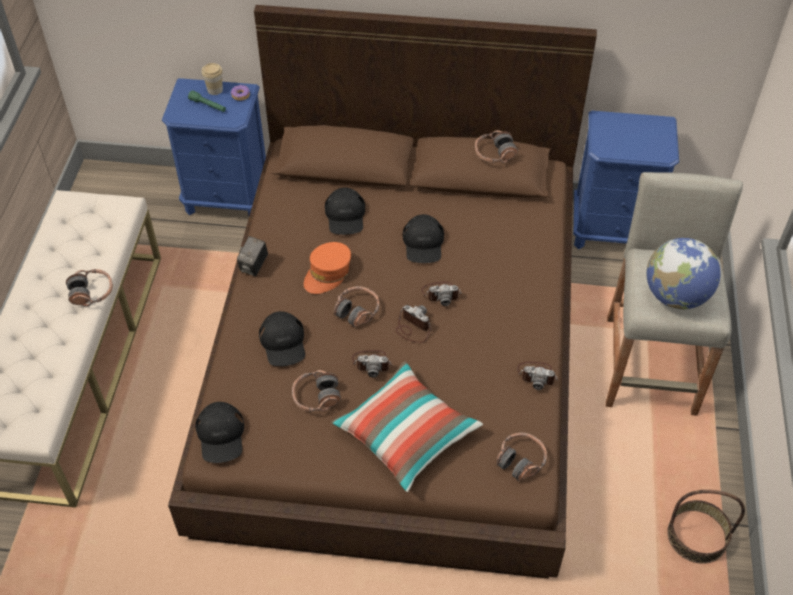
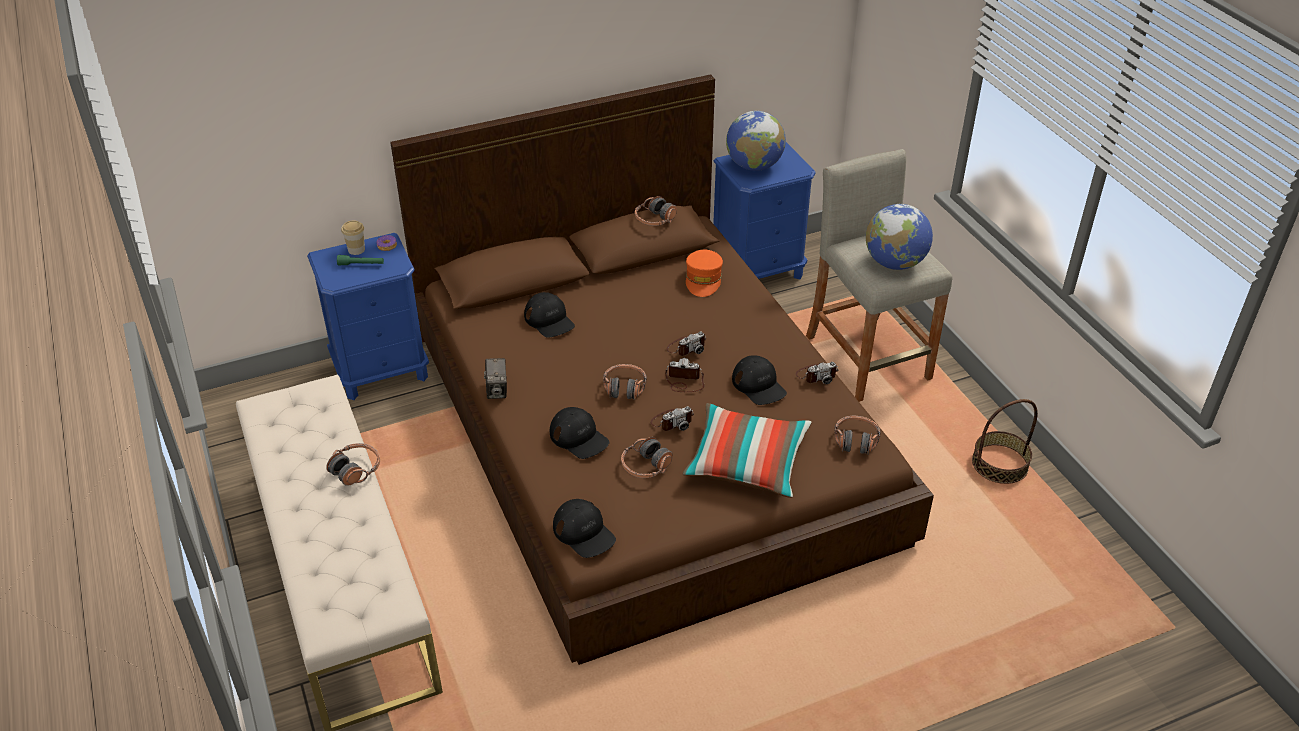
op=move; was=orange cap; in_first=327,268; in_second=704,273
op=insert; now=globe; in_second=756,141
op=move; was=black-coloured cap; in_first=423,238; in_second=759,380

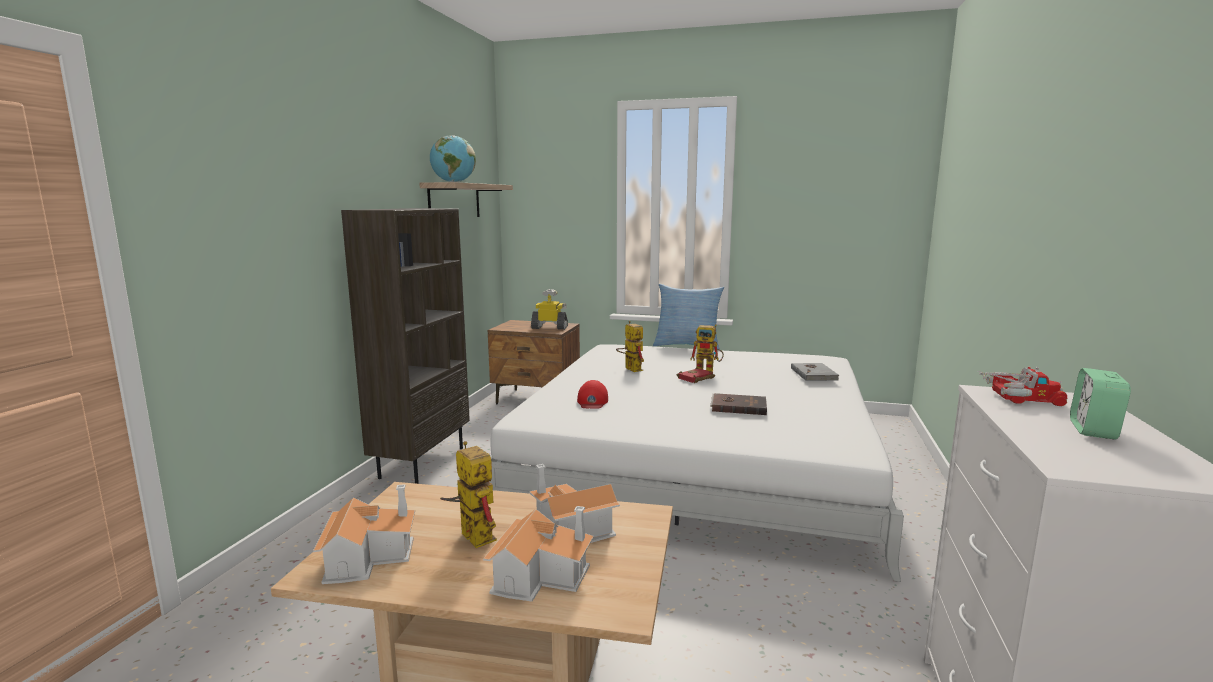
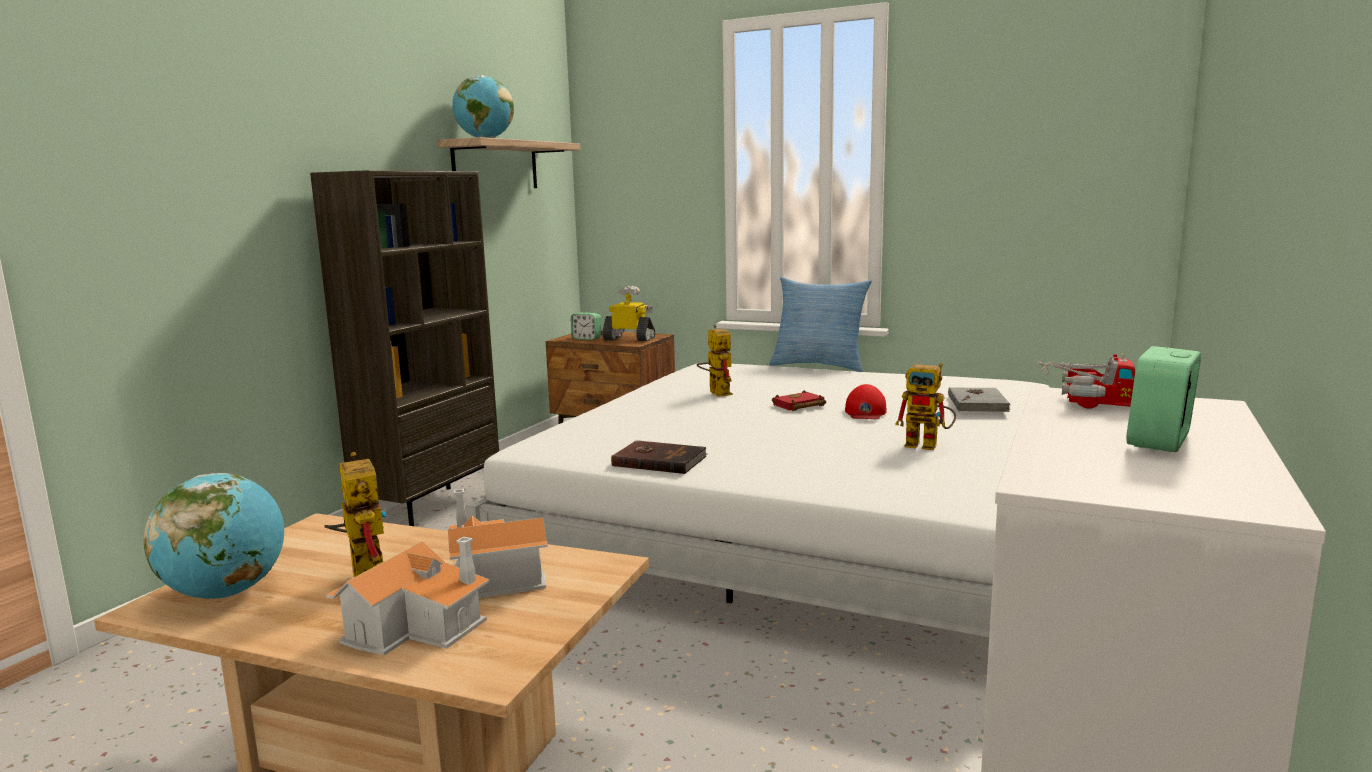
op=replace; was=miniature house; now=globe; in_first=364,534; in_second=214,536
op=insert; now=table clock; in_second=586,326
op=move; was=brownish bound book; in_first=738,404; in_second=659,457
op=move; was=red-coloured cap; in_first=592,394; in_second=866,401
op=move; was=toy robot; in_first=707,348; in_second=925,406

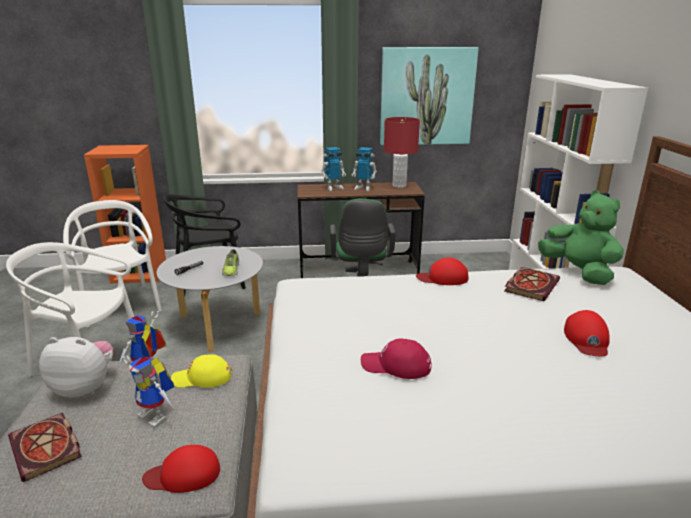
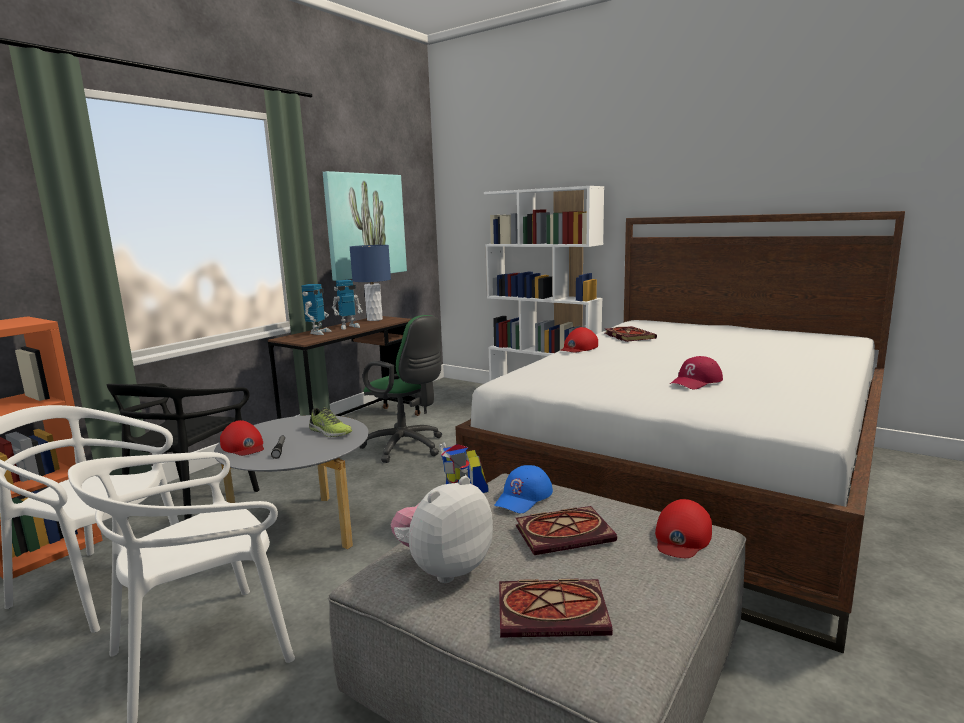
op=move; was=red-coloured cap; in_first=587,333; in_second=242,438
op=recolor; was=red-coloured tabletop lamp; now=blue tabletop lamp; in_first=402,152; in_second=370,283
op=recolor; was=yellow-coloured cap; now=blue cap; in_first=201,371; in_second=523,489
op=replace; was=toy robot; now=bound book; in_first=148,392; in_second=566,530
op=delete; was=green-coloured plush toy; in_first=580,237

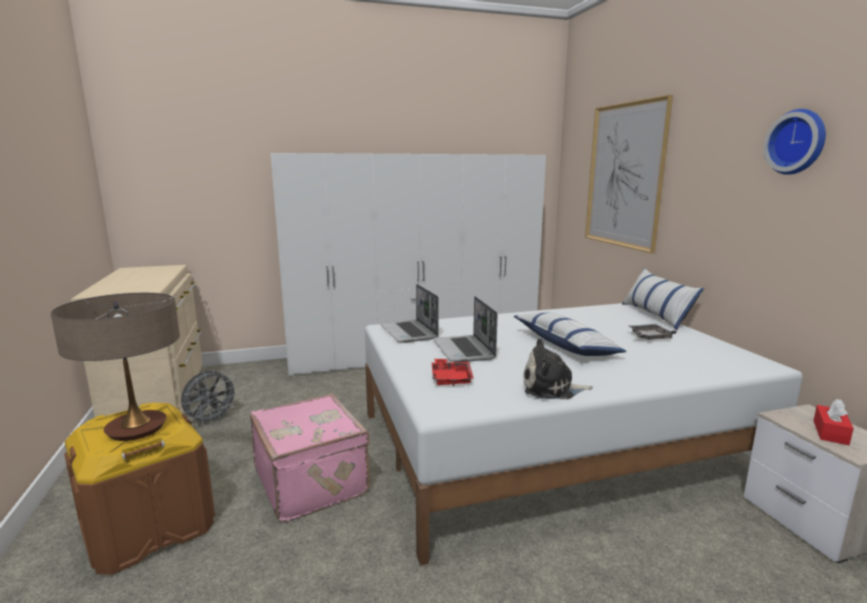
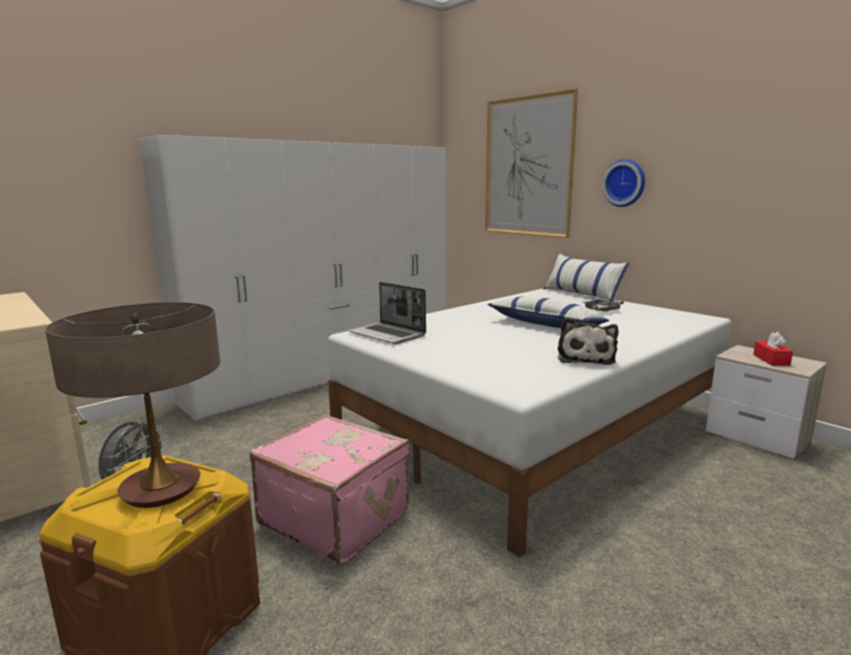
op=rotate; was=plush toy; in_first=558,368; in_second=588,341; clockwise=-60
op=move; was=clock on the wall; in_first=794,142; in_second=623,183
op=delete; was=red-coloured serving tray; in_first=453,372
op=delete; was=portable computer; in_first=465,329

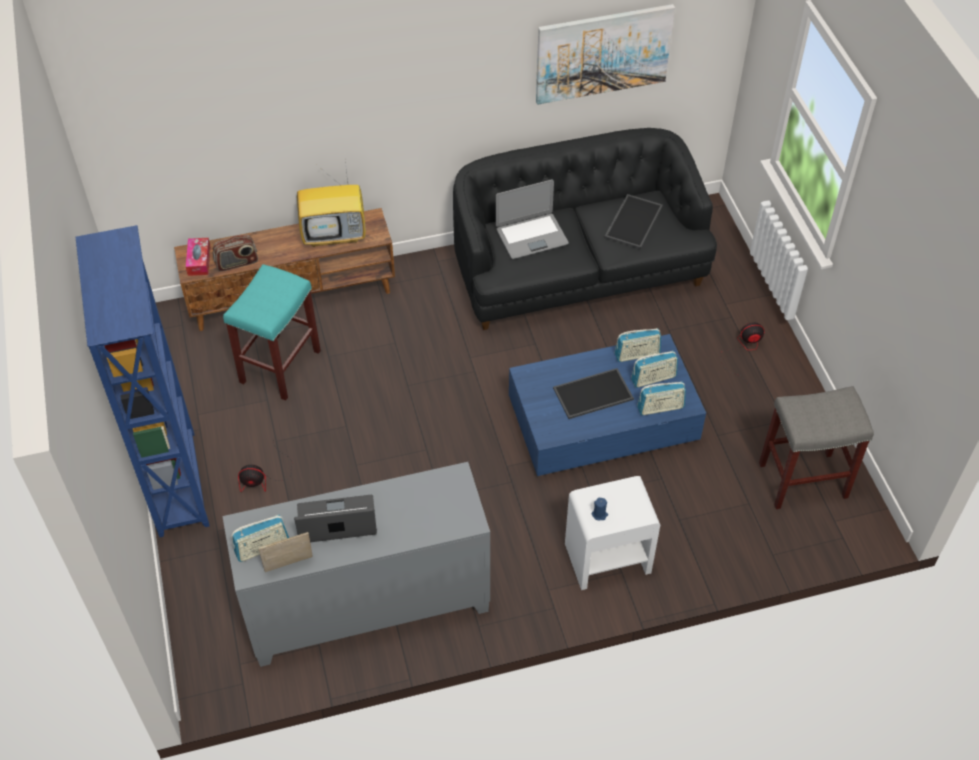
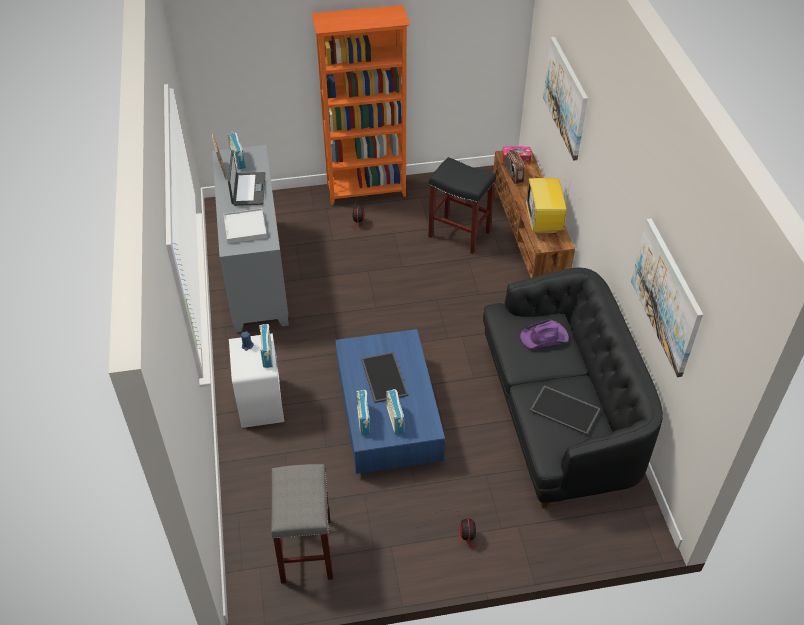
op=insert; now=whitish serving tray; in_second=245,226
op=move; was=radio set; in_first=638,345; in_second=266,346
op=recolor; was=blue bookshelf; now=orange bookshelf; in_first=142,381; in_second=361,105
op=recolor; was=turquoise sitting stool; now=black-coloured sitting stool; in_first=272,332; in_second=462,205
op=replace; was=portable computer; now=purple wearable hat; in_first=532,219; in_second=544,334
op=insert; now=picture; in_second=565,99

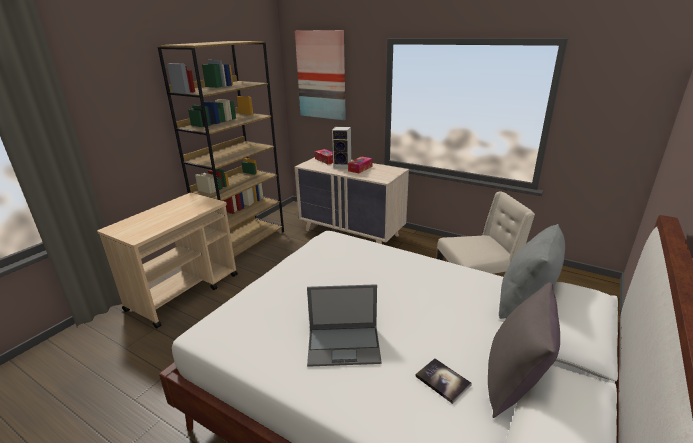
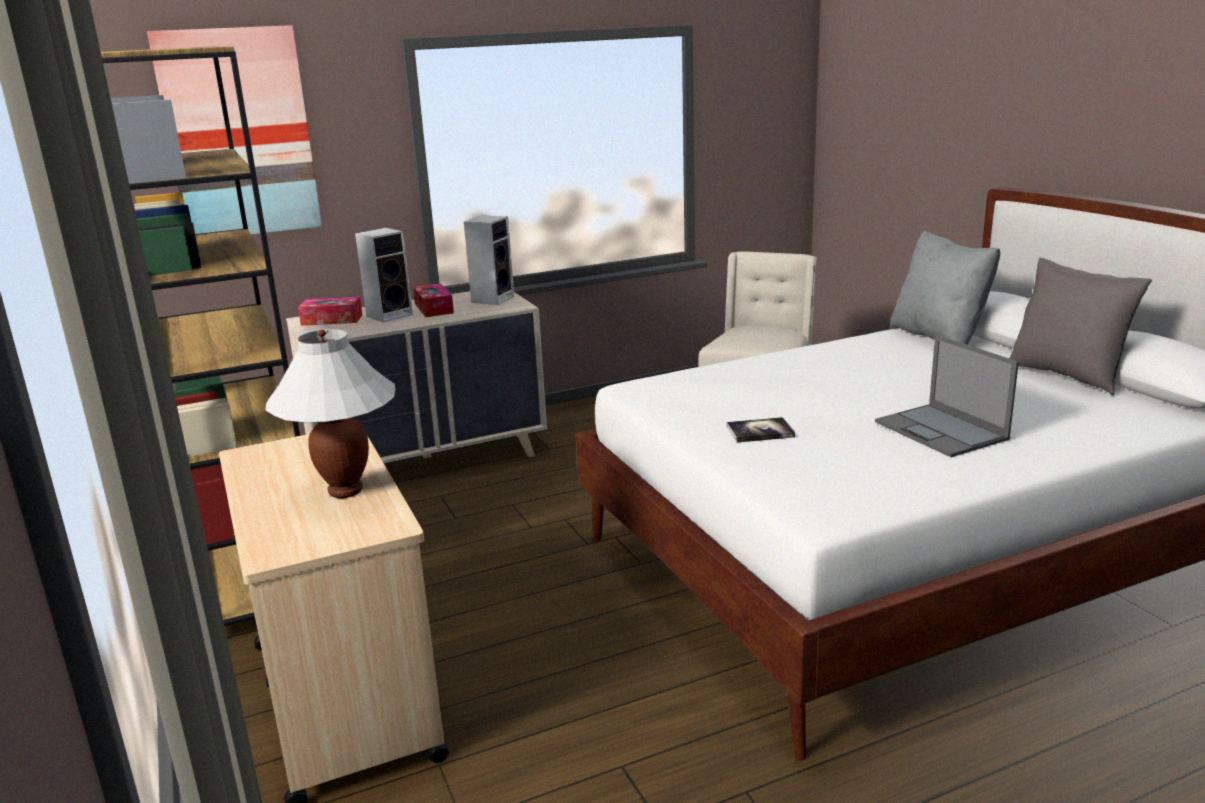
op=insert; now=whitish tabletop lamp; in_second=330,413
op=insert; now=speaker; in_second=489,260
op=move; was=bound book; in_first=443,381; in_second=761,430
op=rotate; was=portable computer; in_first=344,325; in_second=947,396; clockwise=120

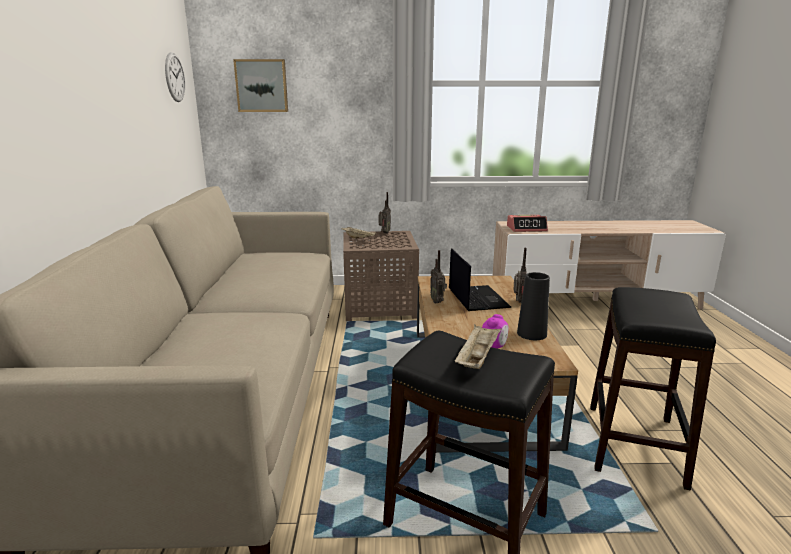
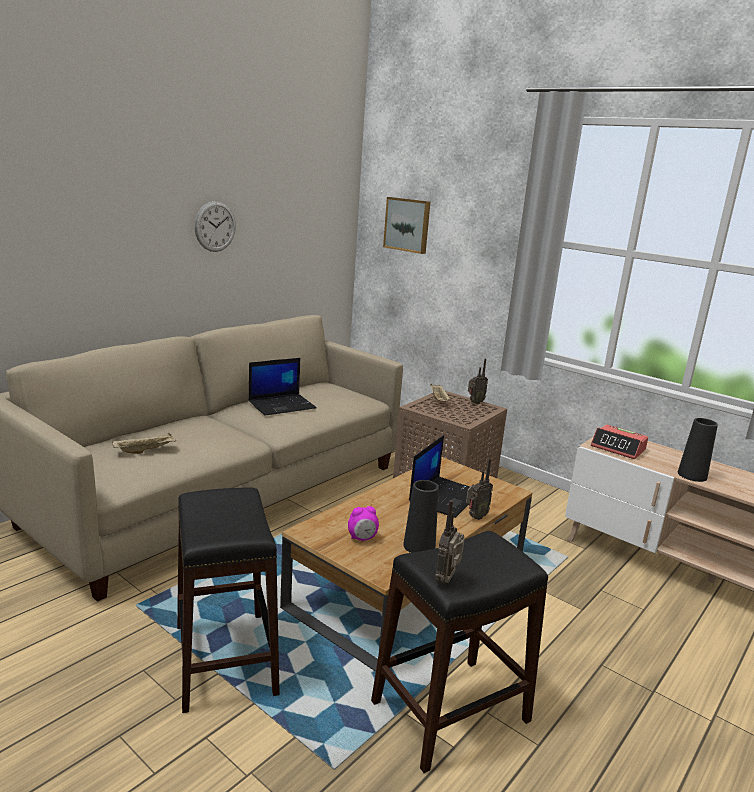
op=move; was=beige serving tray; in_first=478,346; in_second=144,443
op=move; was=clock on the wall; in_first=175,77; in_second=215,226
op=insert; now=portable computer; in_second=283,387
op=move; was=radio set; in_first=438,276; in_second=450,541
op=insert; now=black-coloured flower vase; in_second=698,450

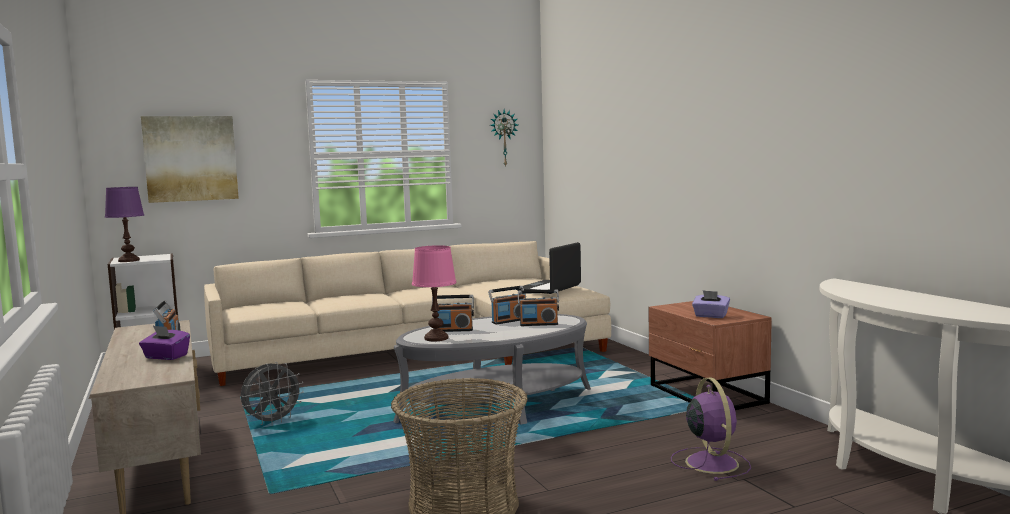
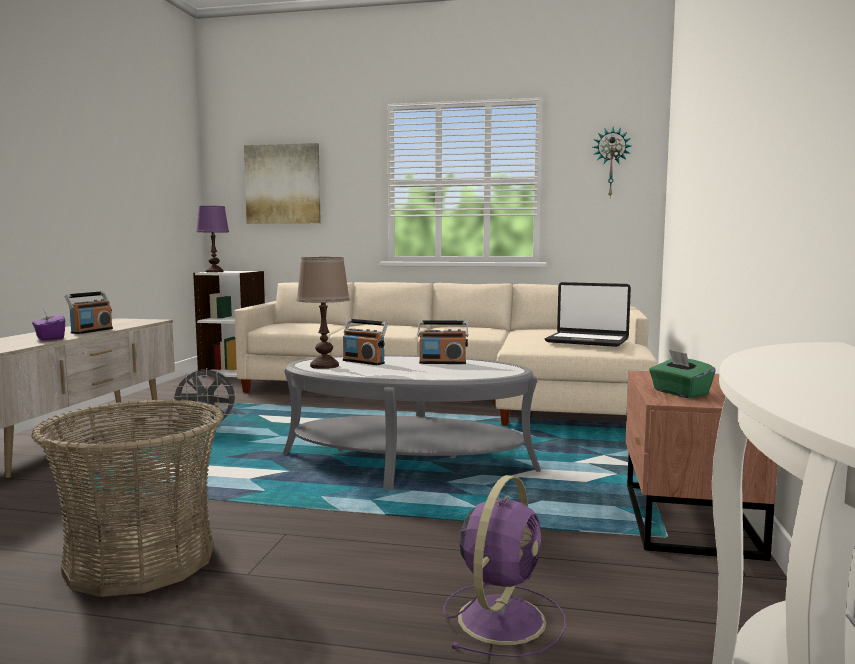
op=recolor; was=pink tabletop lamp; now=brownish tabletop lamp; in_first=434,293; in_second=323,313
op=rotate; was=portable computer; in_first=548,268; in_second=588,314; clockwise=-135
op=recolor; was=purple tissue box; now=green-coloured tissue box; in_first=711,304; in_second=682,374
op=delete; was=radio set; in_first=538,307

